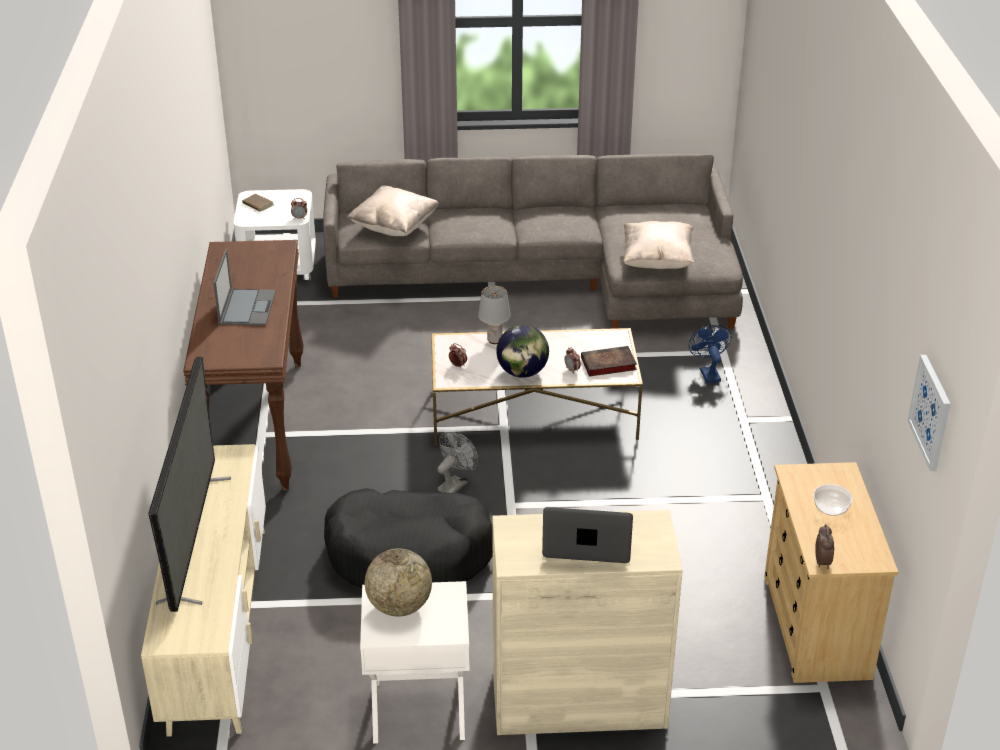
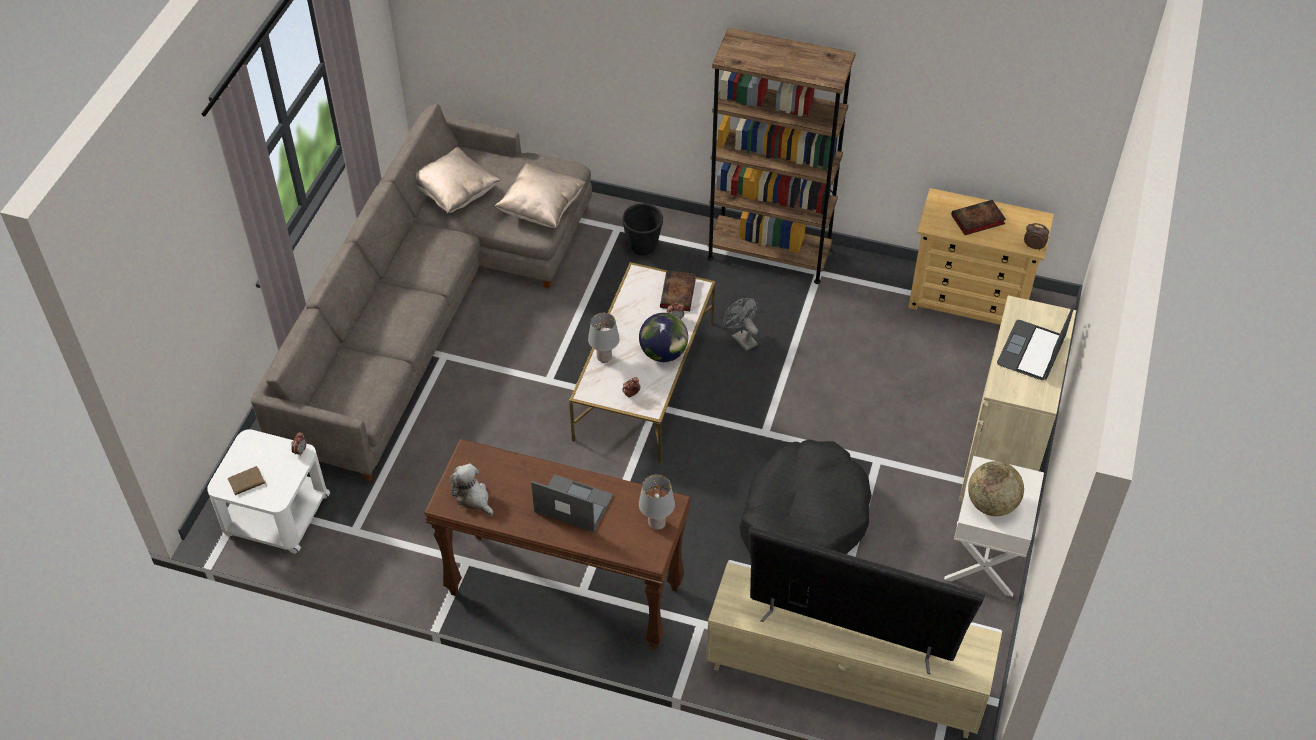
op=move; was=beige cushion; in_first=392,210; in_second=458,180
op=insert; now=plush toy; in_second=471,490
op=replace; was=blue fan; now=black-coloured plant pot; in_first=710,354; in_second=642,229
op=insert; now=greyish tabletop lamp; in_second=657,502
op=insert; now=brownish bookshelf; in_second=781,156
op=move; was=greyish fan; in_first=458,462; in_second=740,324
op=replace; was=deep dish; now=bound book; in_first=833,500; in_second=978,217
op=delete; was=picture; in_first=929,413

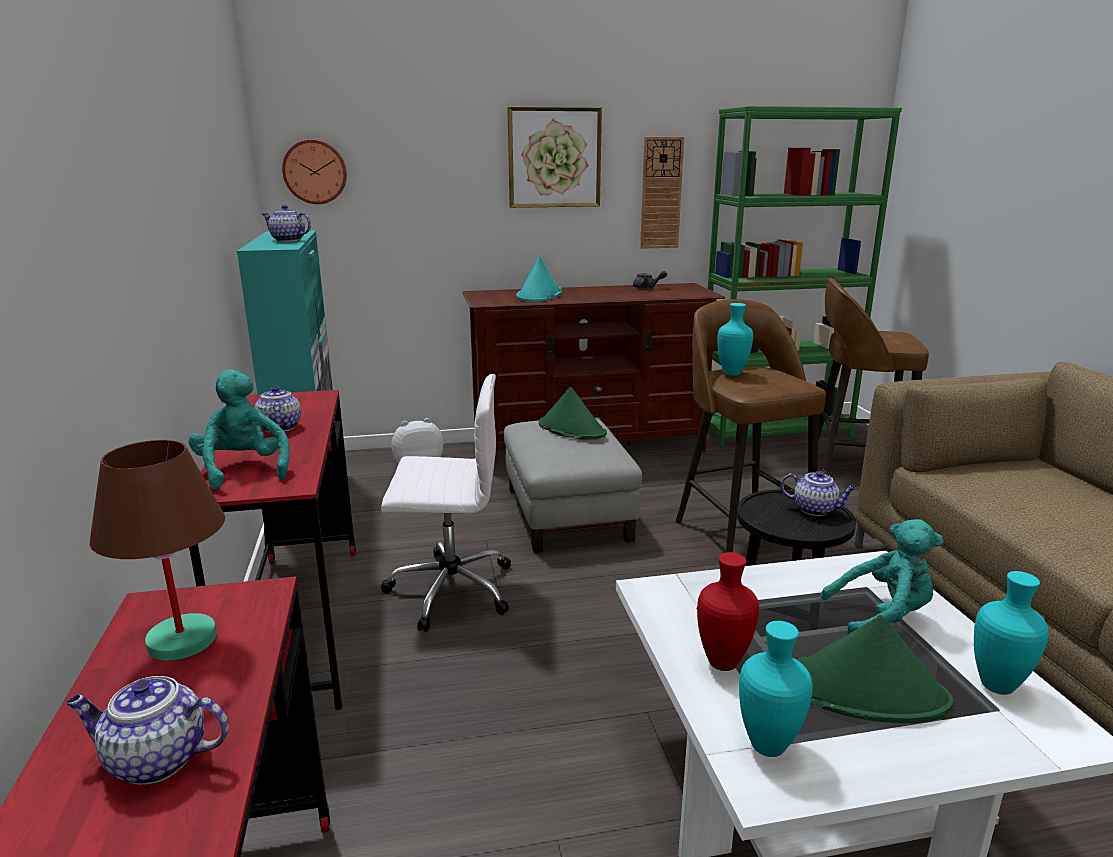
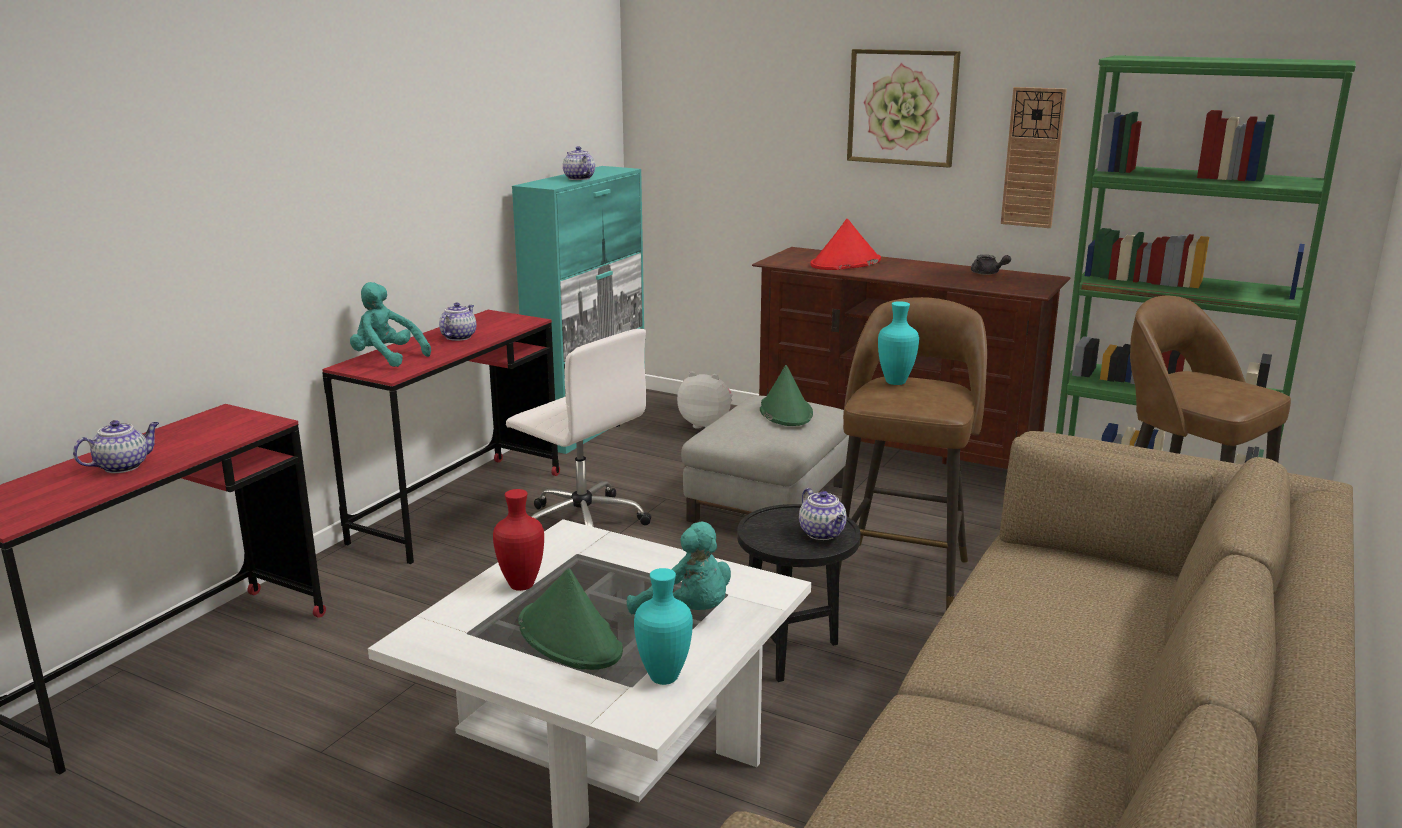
op=rotate; was=teapot; in_first=147,730; in_second=116,446; clockwise=90
op=rotate; was=turquoise plush toy; in_first=239,429; in_second=390,324; clockwise=-75
op=recolor; was=turquoise wearable hat; now=red-coloured wearable hat; in_first=539,279; in_second=845,244
op=delete; was=brownish tabletop lamp; in_first=157,550
op=delete; was=clock on the wall; in_first=314,171
op=delete; was=turquoise flower vase; in_first=776,689

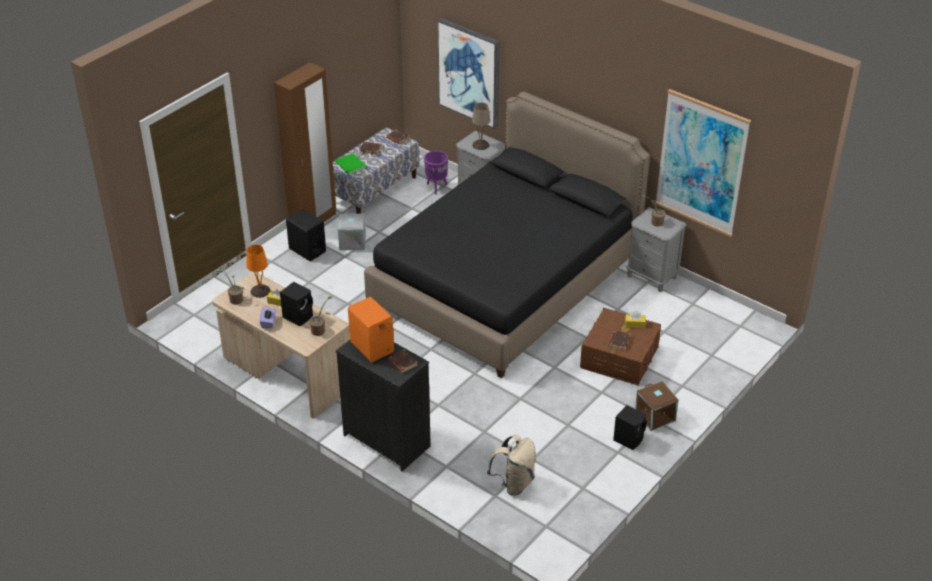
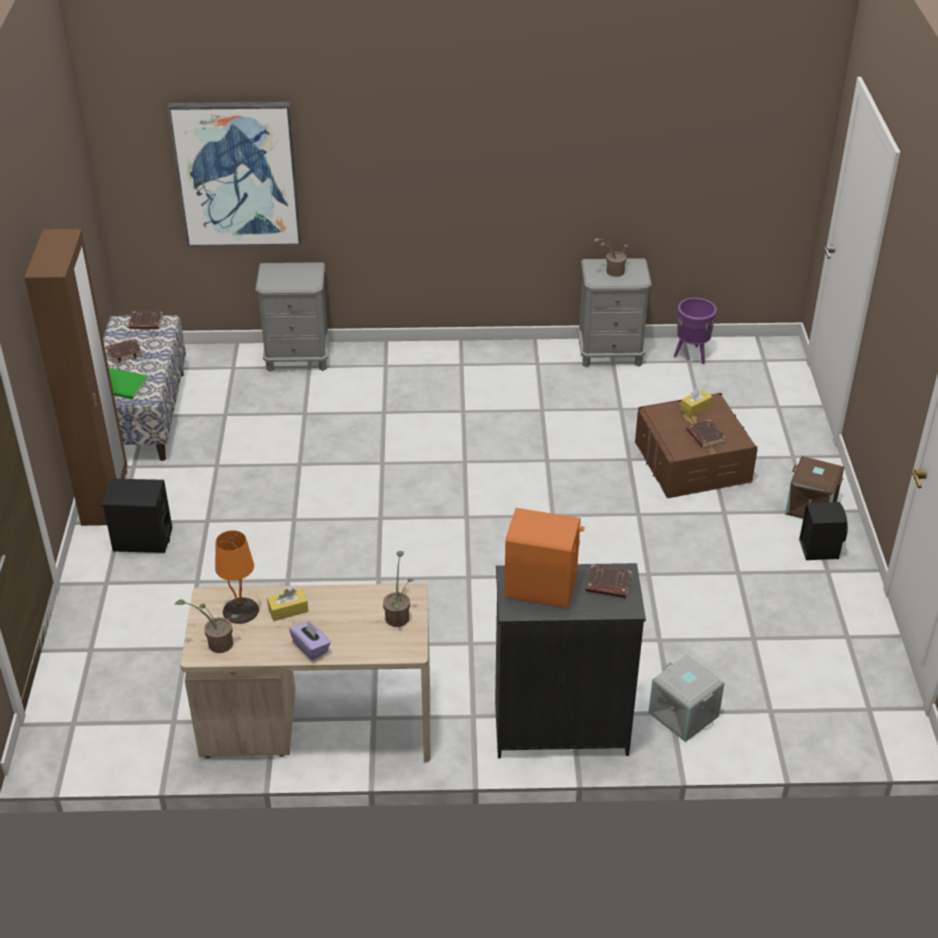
op=move; was=greyish storage box; in_first=352,231; in_second=686,698
op=move; was=purple plant pot; in_first=436,173; in_second=695,331
op=delete; was=black-coloured speaker; in_first=296,304
op=delete; was=black-coloured sleeping bed; in_first=507,234
op=delete; was=beige tabletop lamp; in_first=481,126
op=delete; was=beige knapsack; in_first=511,465
op=delete; was=picture; in_first=703,163

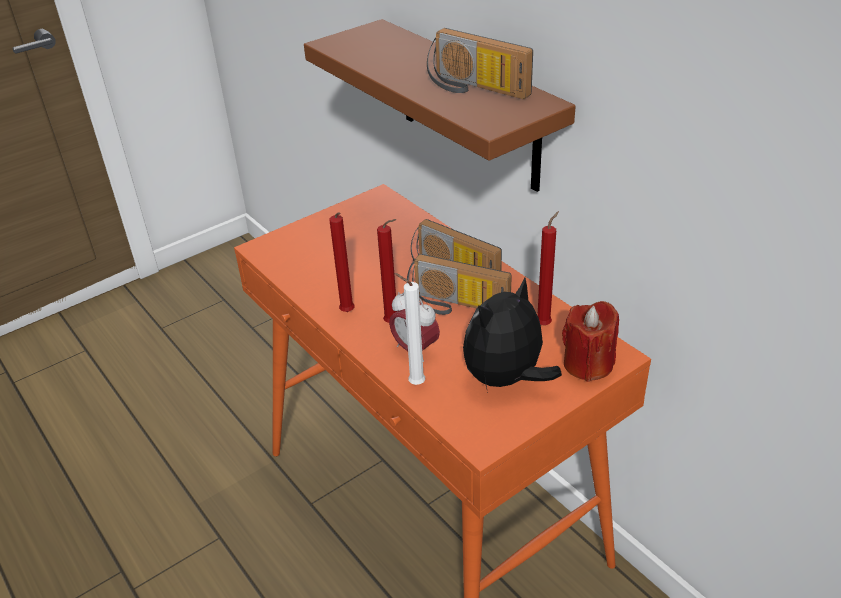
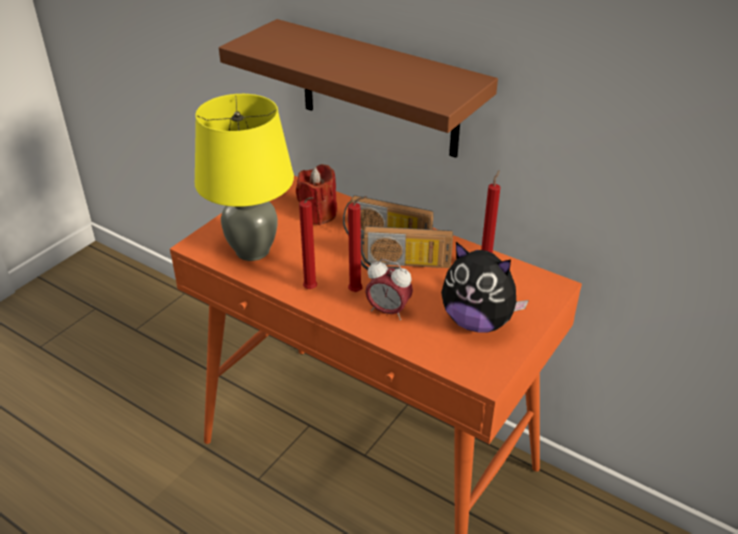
op=insert; now=yellow-coloured tabletop lamp; in_second=244,177
op=move; was=red-coloured candle; in_first=590,341; in_second=316,194
op=rotate; was=plush toy; in_first=512,335; in_second=485,287; clockwise=-90
op=delete; was=whitish candle; in_first=409,329
op=delete; was=radio set; in_first=480,63

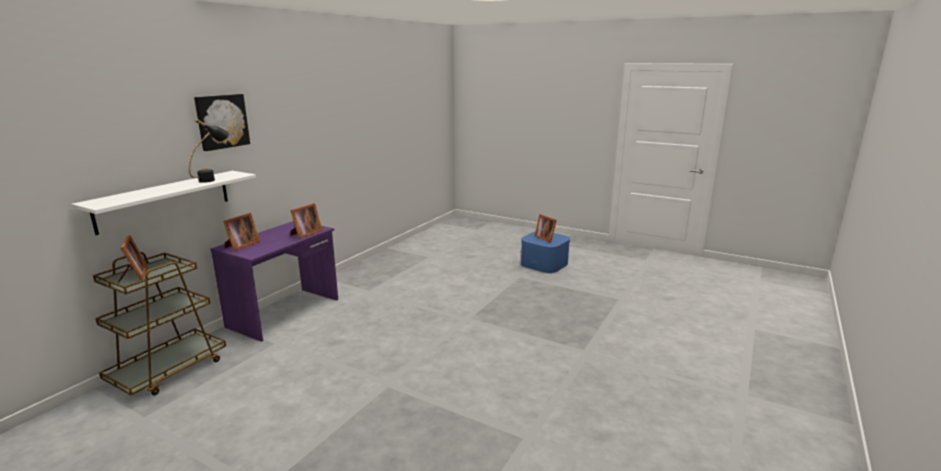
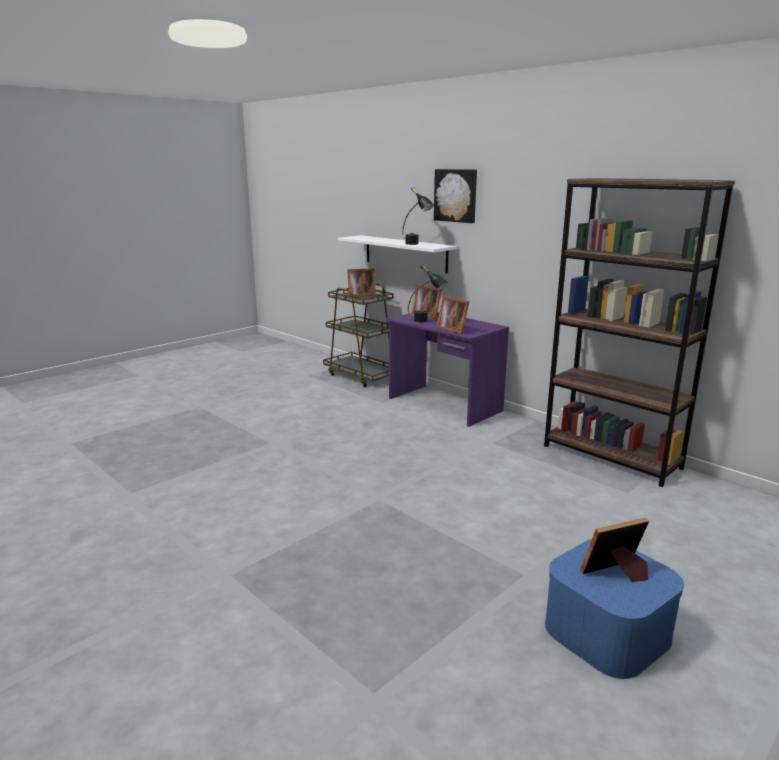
op=insert; now=black-coloured tabletop lamp; in_second=428,293
op=insert; now=brownish bookshelf; in_second=639,332

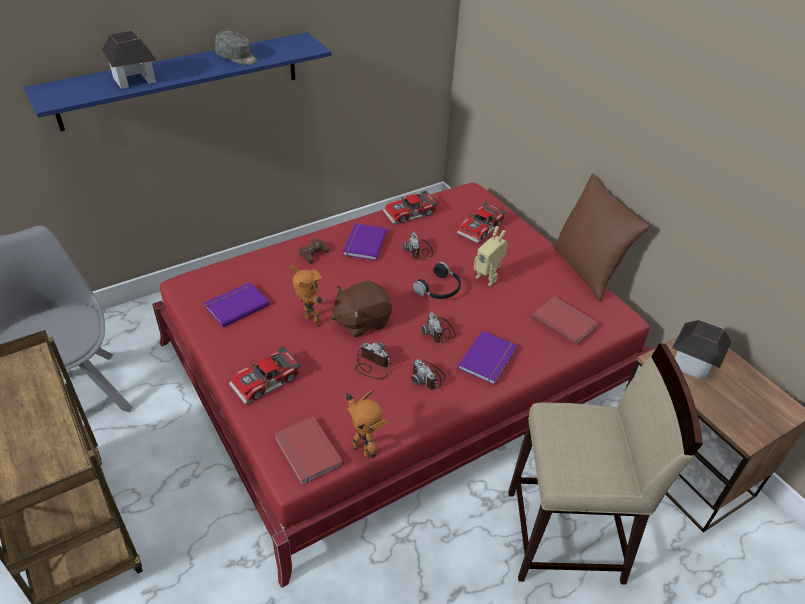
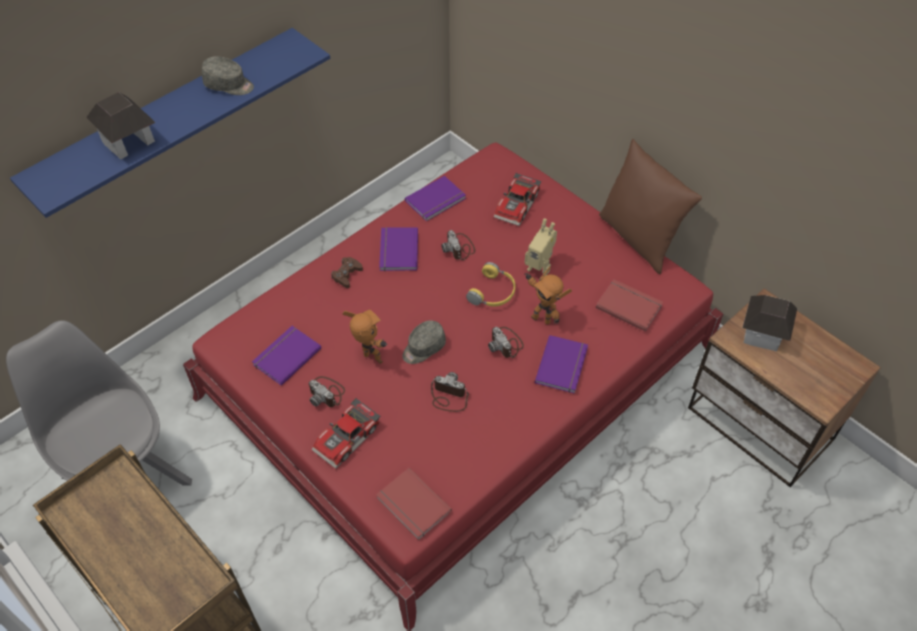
op=move; was=still camera; in_first=428,374; in_second=327,391
op=replace; was=brownish plush toy; now=greyish cap; in_first=361,308; in_second=424,342
op=replace; was=model car; now=purple bound book; in_first=410,207; in_second=435,199
op=recolor; was=black-coloured headphones; now=yellow-coloured headphones; in_first=437,280; in_second=490,284
op=move; was=toy robot; in_first=367,424; in_second=548,295
op=delete; was=beige sitting stool; in_first=605,463

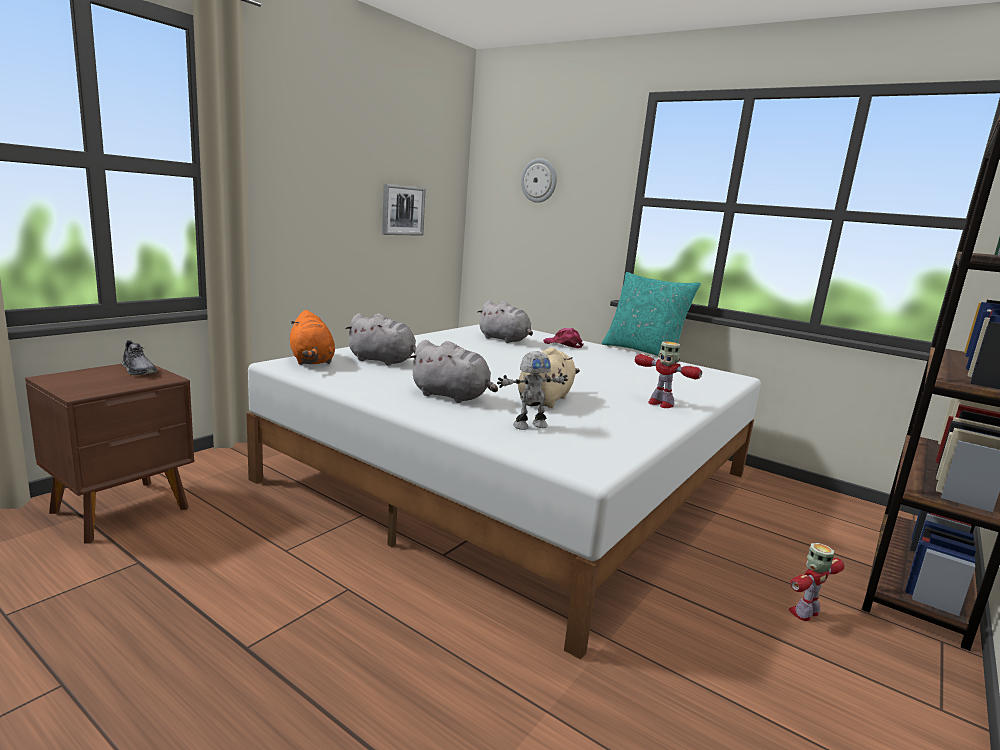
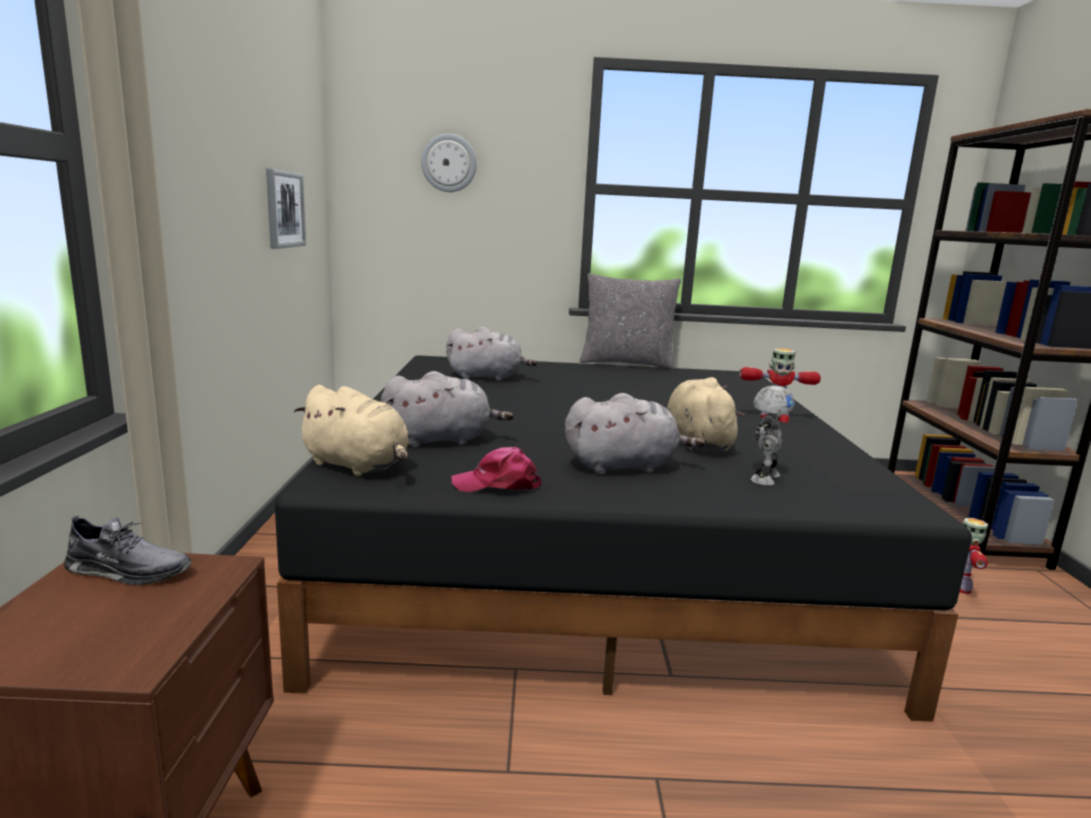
op=recolor; was=whitish sleeping bed; now=black-coloured sleeping bed; in_first=503,492; in_second=623,538
op=recolor; was=orange plush toy; now=beige plush toy; in_first=312,337; in_second=352,430
op=move; was=pink cap; in_first=563,338; in_second=497,470
op=recolor; was=turquoise cushion; now=greyish cushion; in_first=651,314; in_second=630,321

